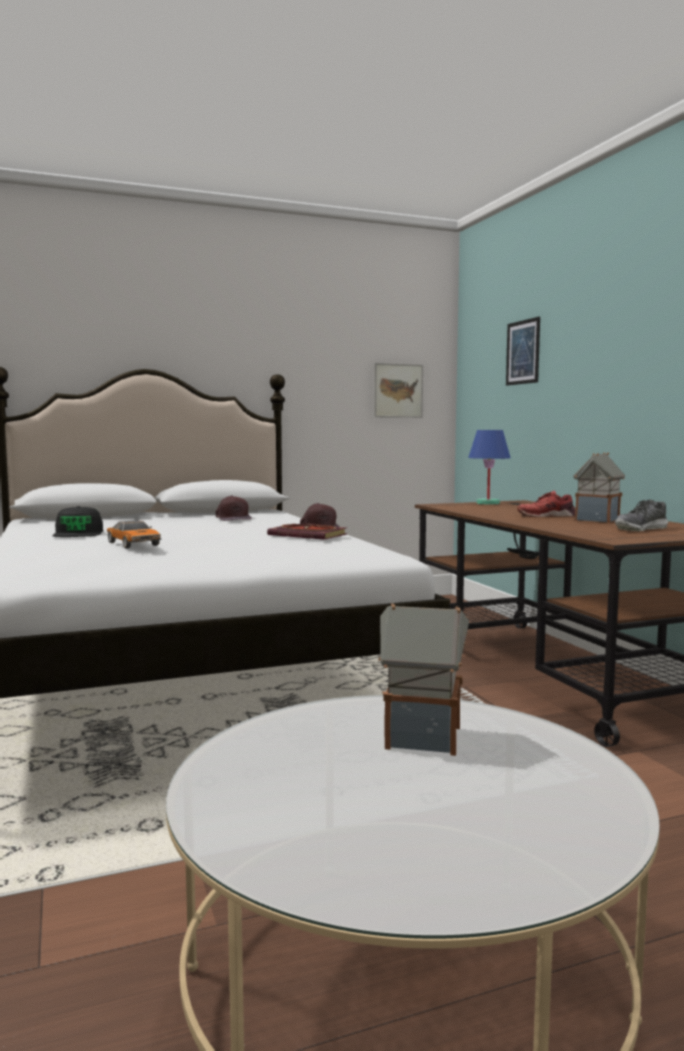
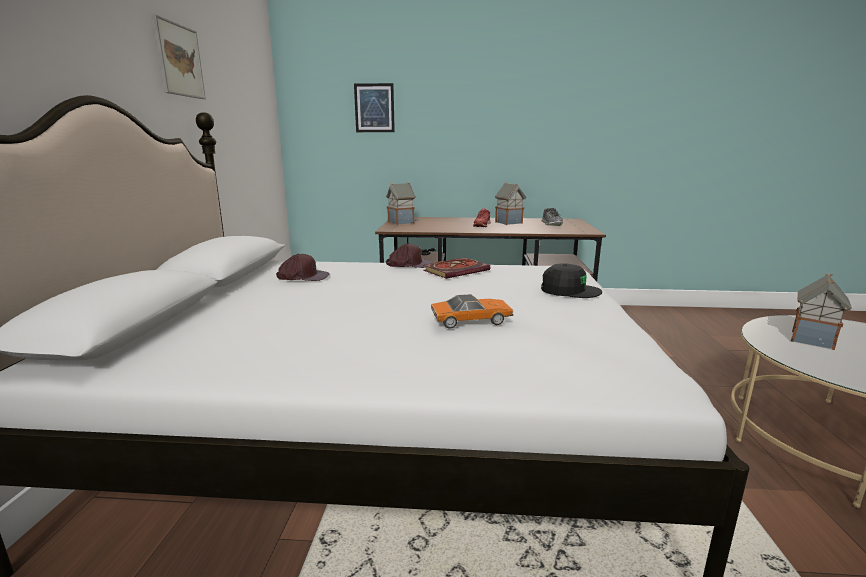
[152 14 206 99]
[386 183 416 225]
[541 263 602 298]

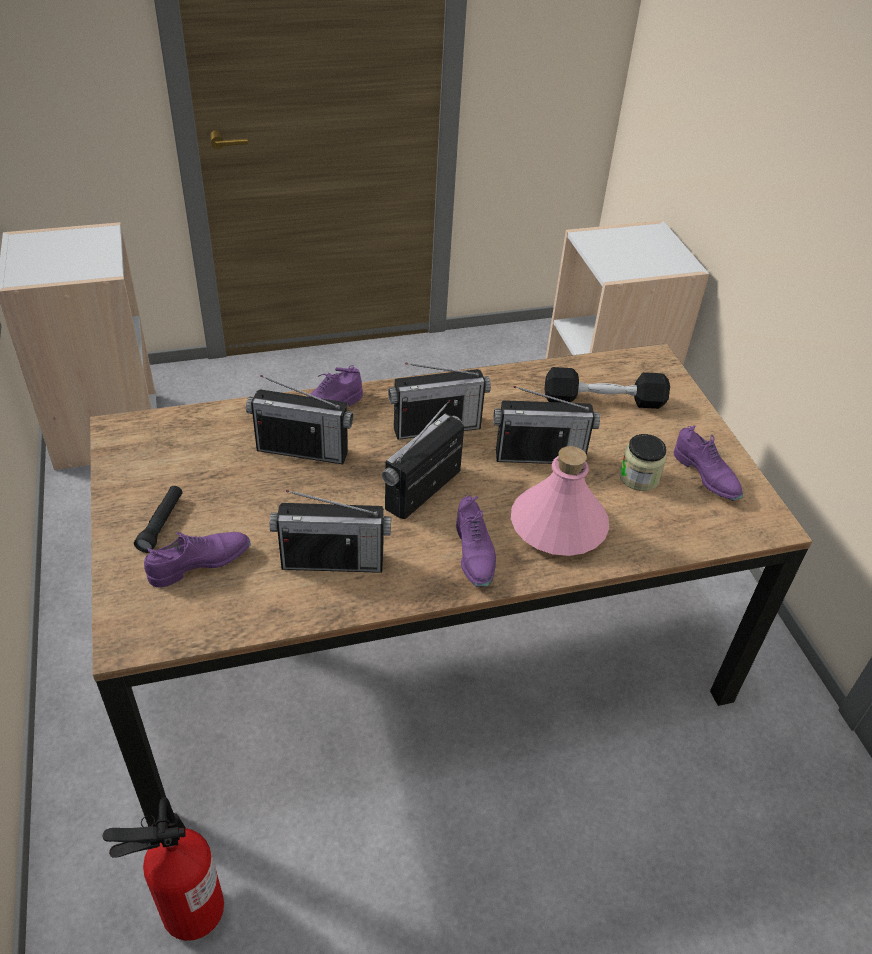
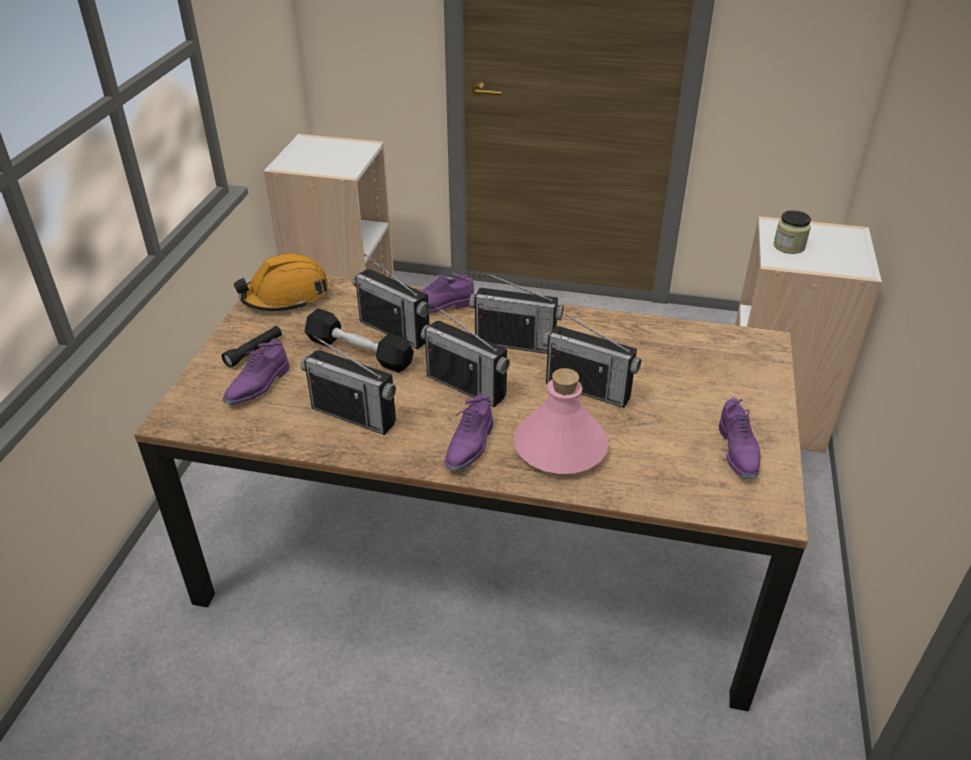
[305 308 414 373]
[421 306 510 407]
[773 210 811 254]
[223 338 290 405]
[103 797 224 941] (first image)
[234 254 329 311]

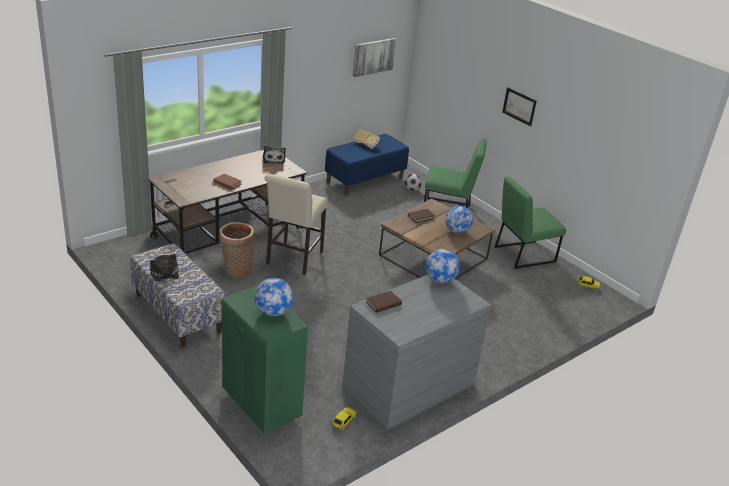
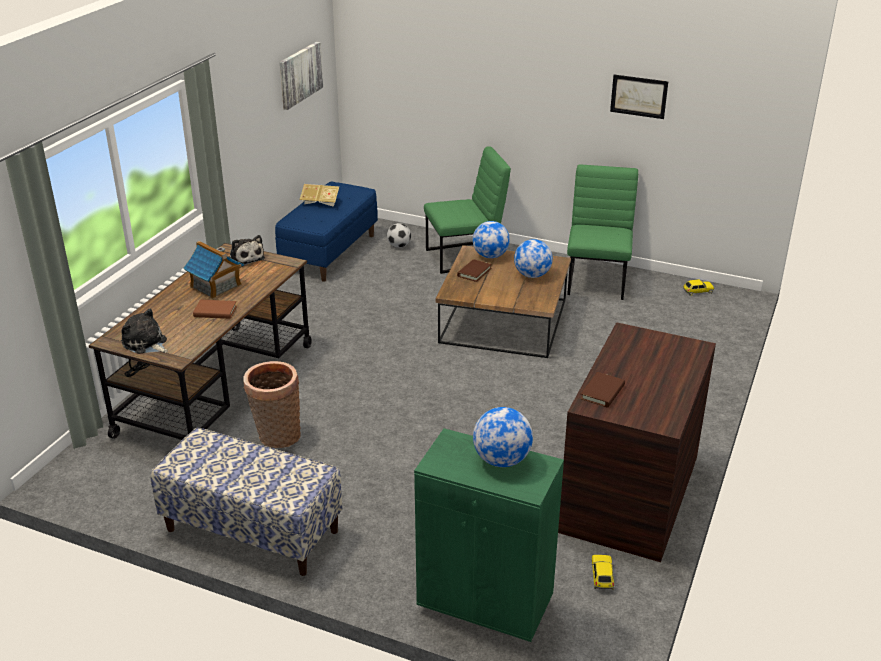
[610 75 668 119]
[265 174 328 275] (first image)
[567 165 638 300]
[473 221 510 258]
[121 308 168 354]
[558 322 716 562]
[183 241 244 299]

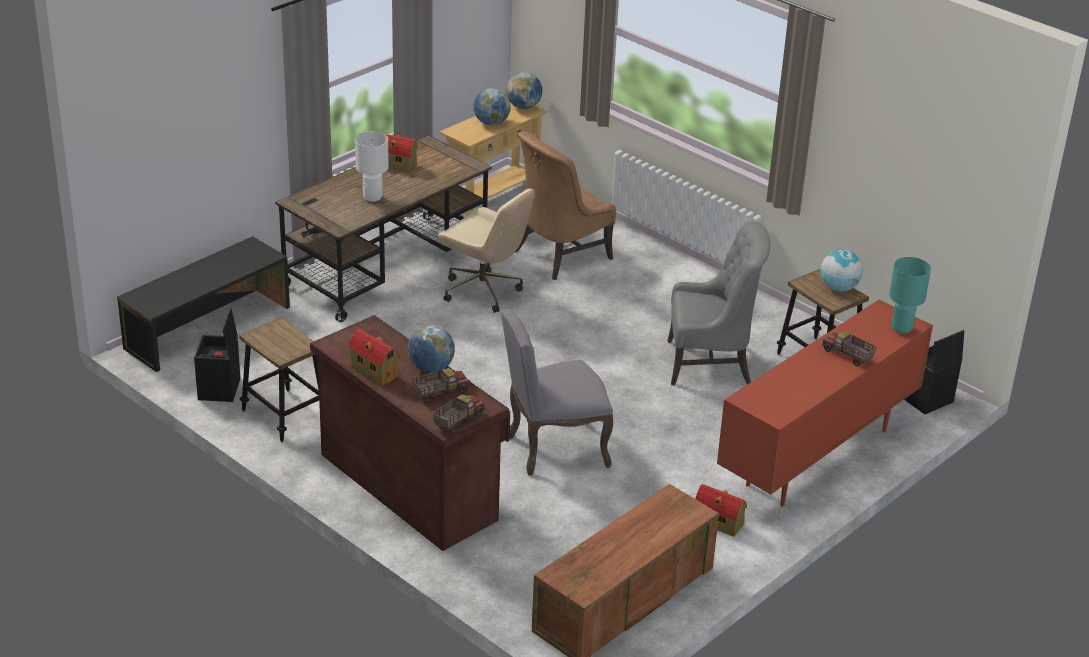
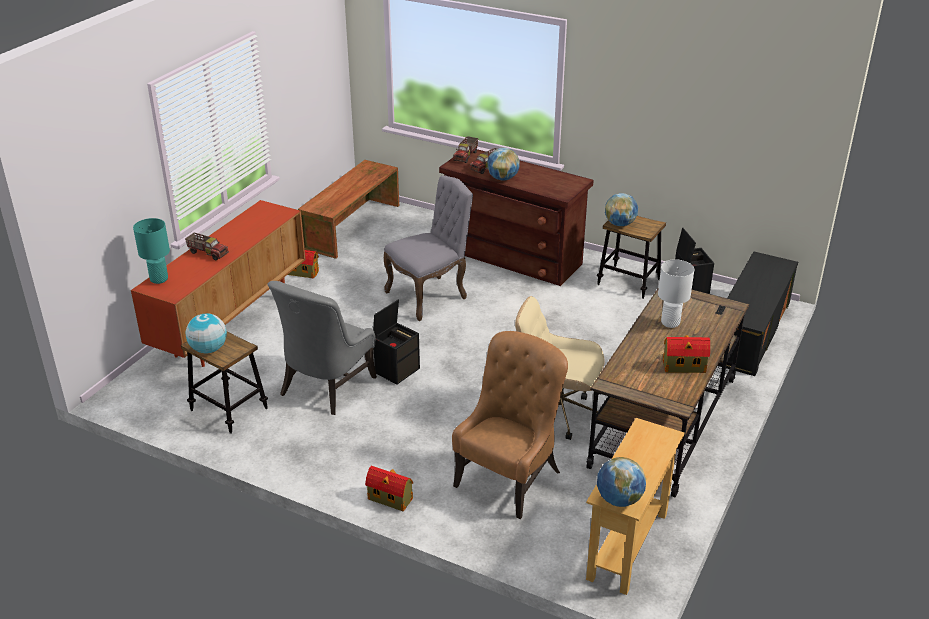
[605 193 638 226]
[267 281 377 415]
[365 466 413 511]
[373 299 420 384]

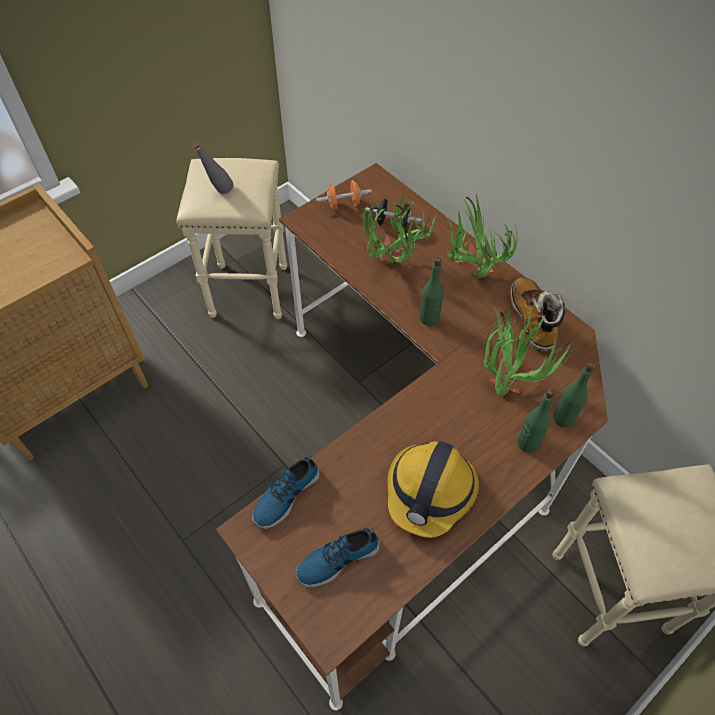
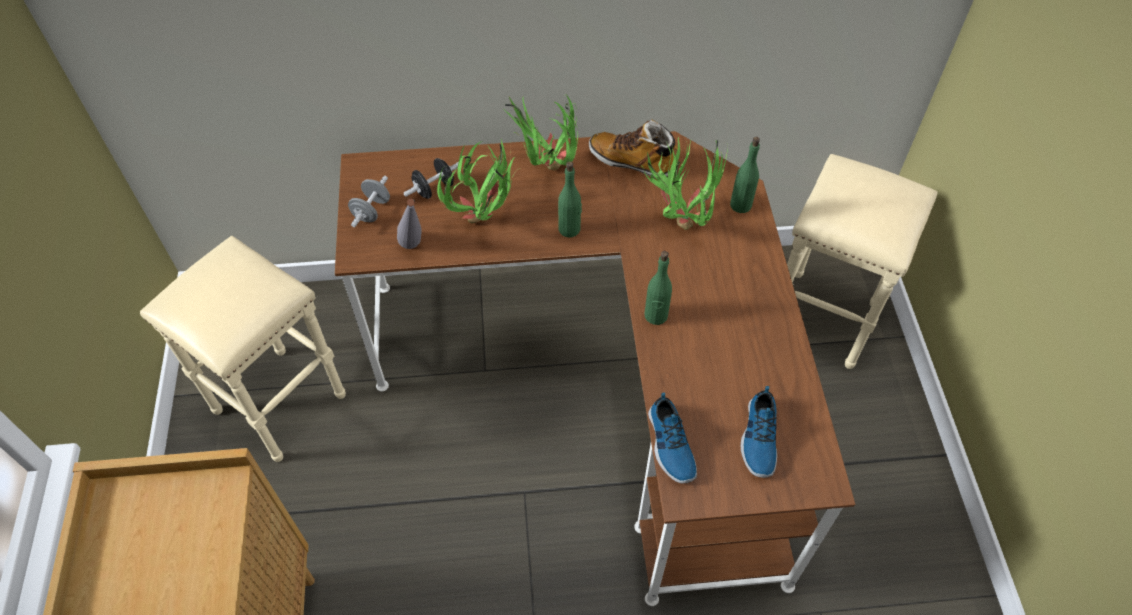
[397 199 422 249]
[348 176 390 227]
[645 251 672 325]
[387 441 479 538] (first image)

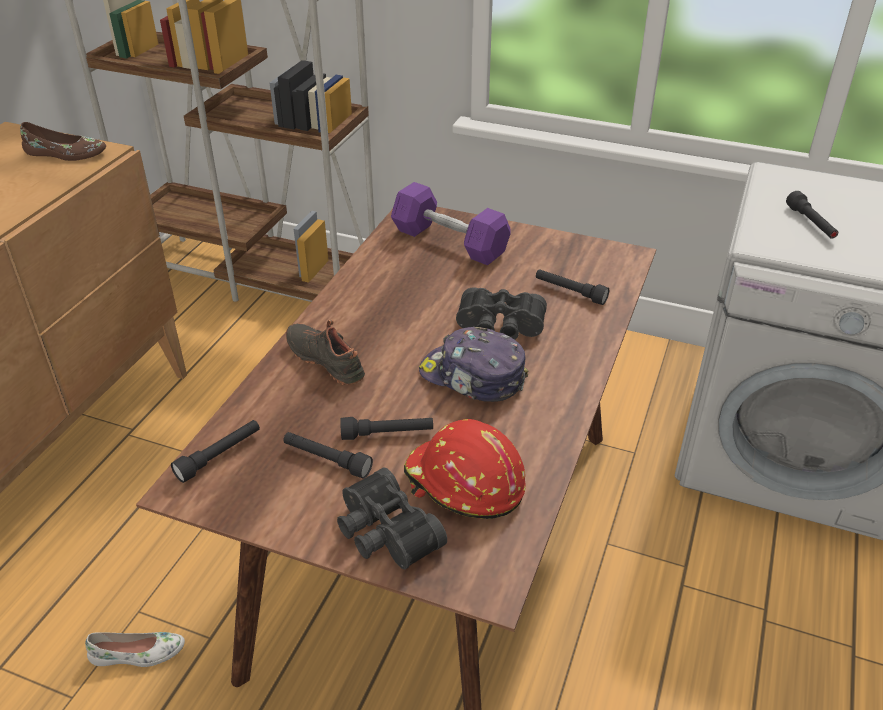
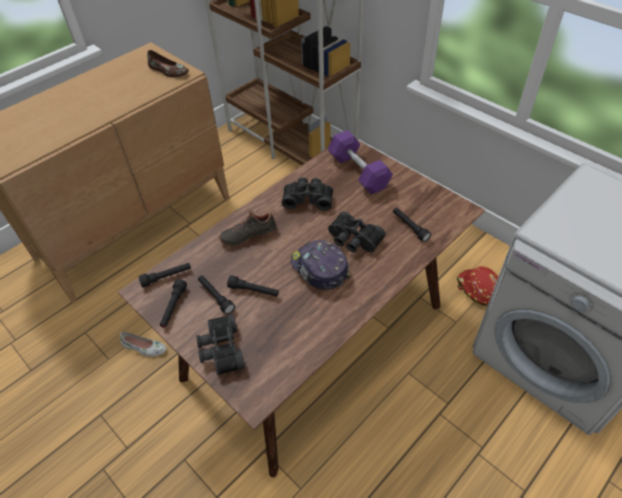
[160 279 187 328]
[219 209 277 246]
[457 266 498 306]
[282 177 333 211]

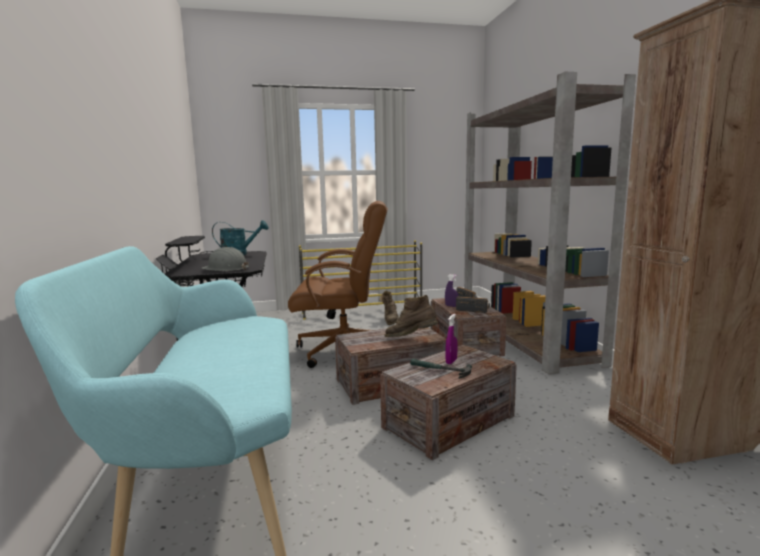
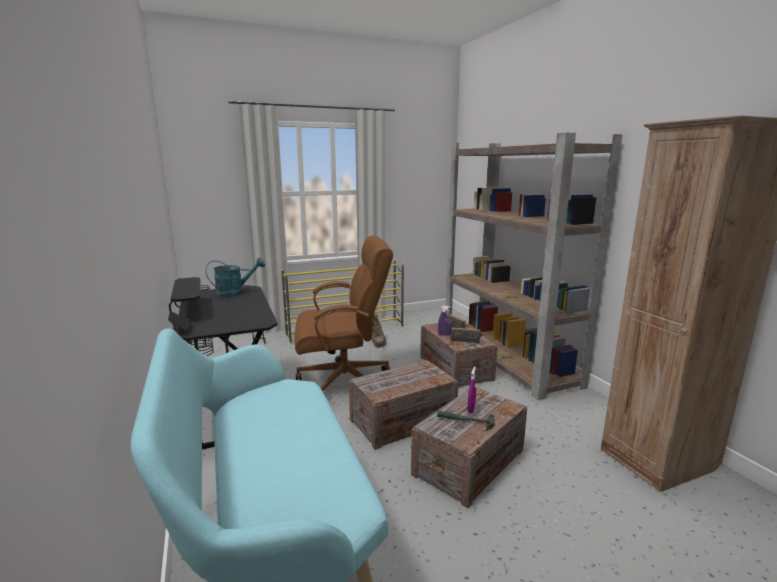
[202 247 249 271] (first image)
[385 295 438 337] (first image)

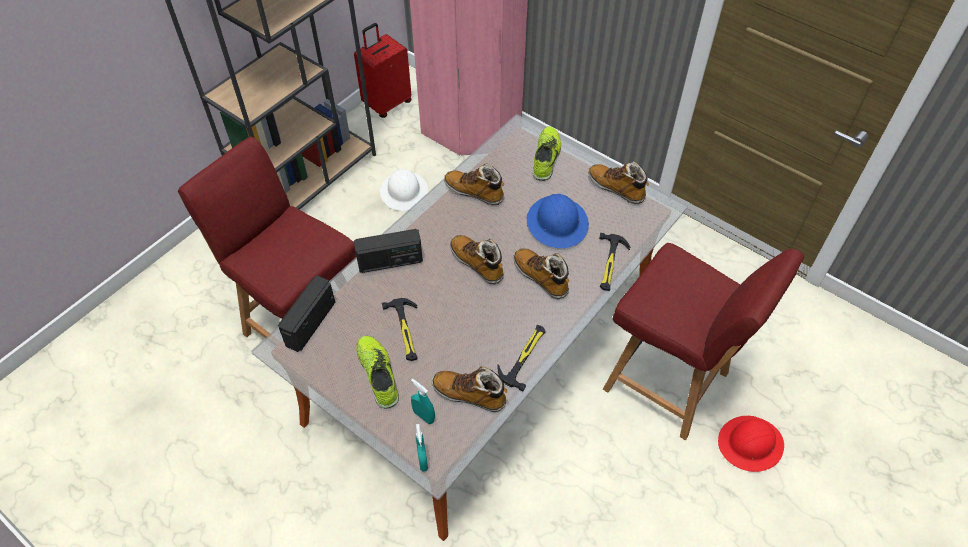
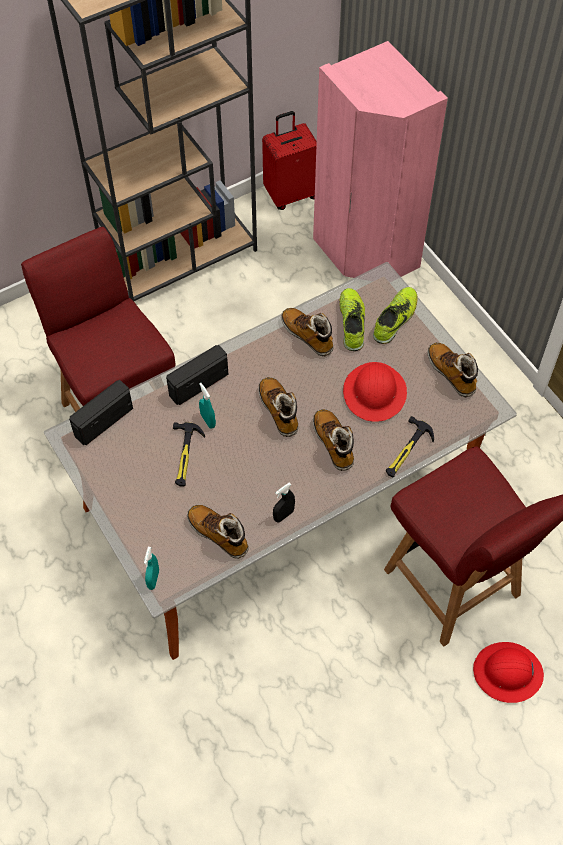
[380 169 428 211] (first image)
[343 362 407 422]
[166 345 228 405]
[273 483 295 522]
[339 288 365 351]
[199 383 216 429]

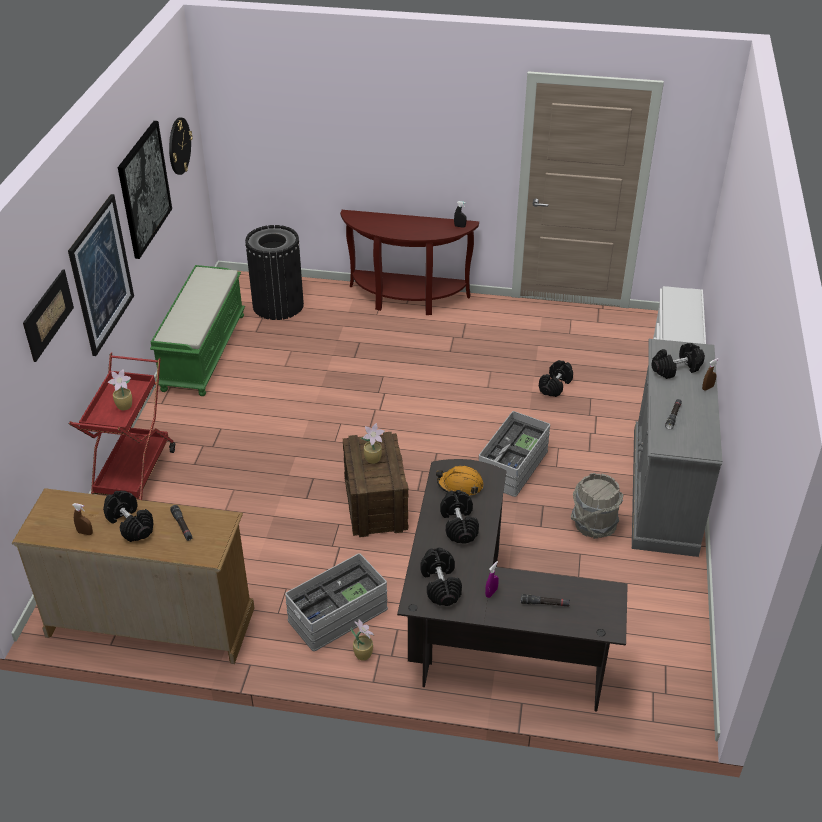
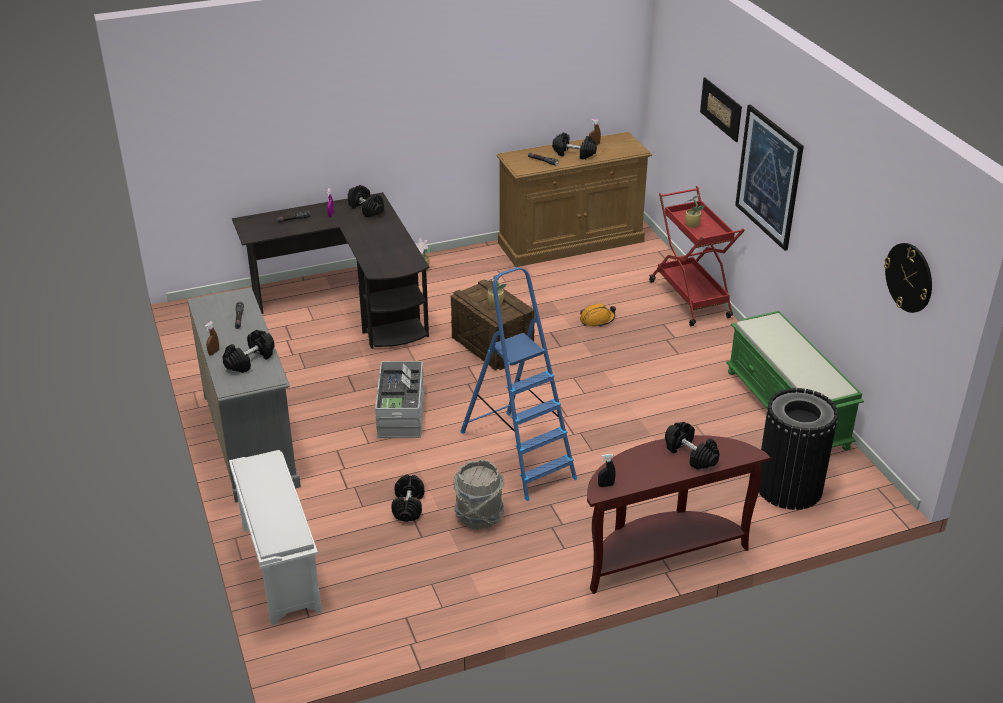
[118 121 172 259] (first image)
[580 303 616 327]
[453 459 504 529]
[665 422 720 470]
[285 553 388 651] (first image)
[460 267 577 501]

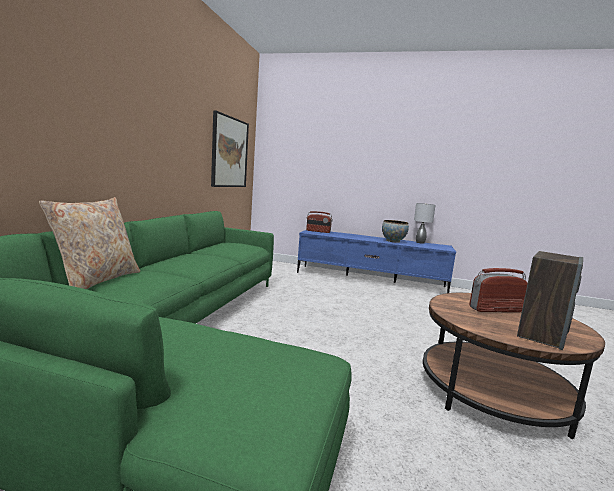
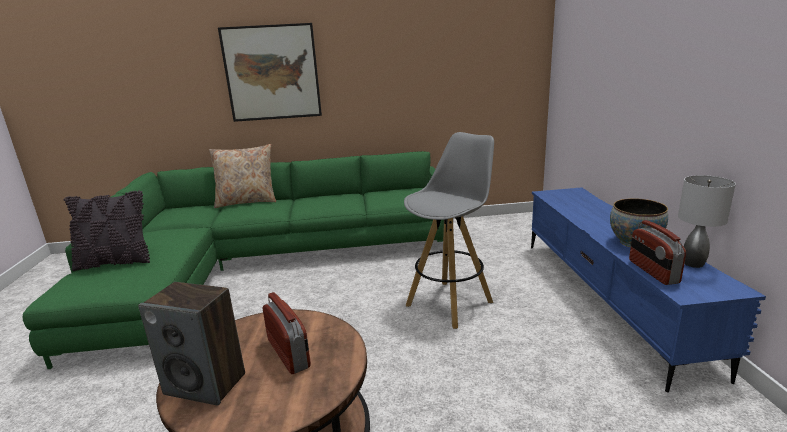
[218 23 322 122]
[629 220 686 285]
[404 132 494 329]
[63 190 150 271]

